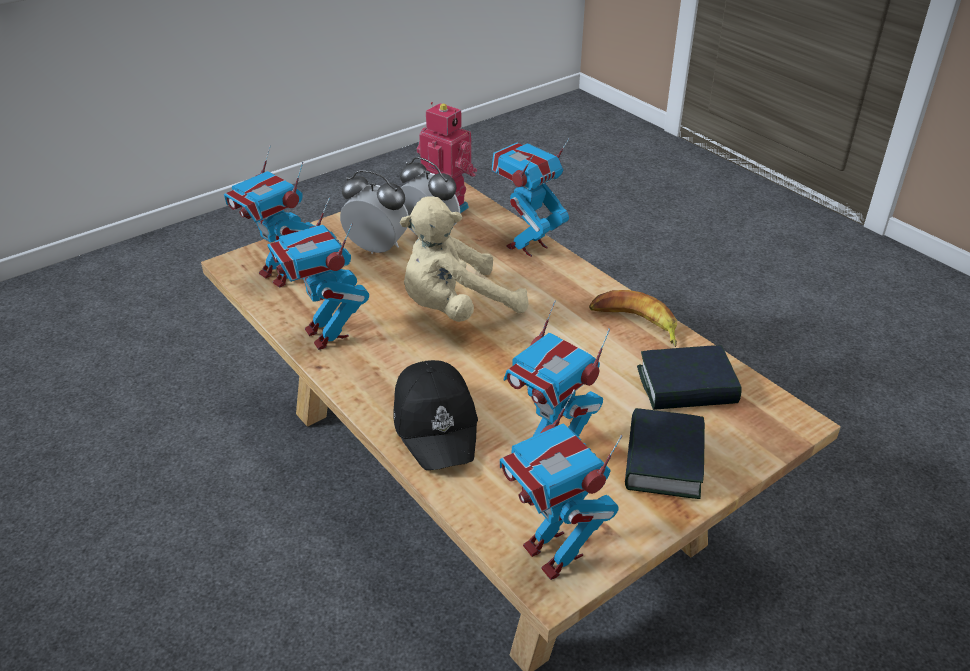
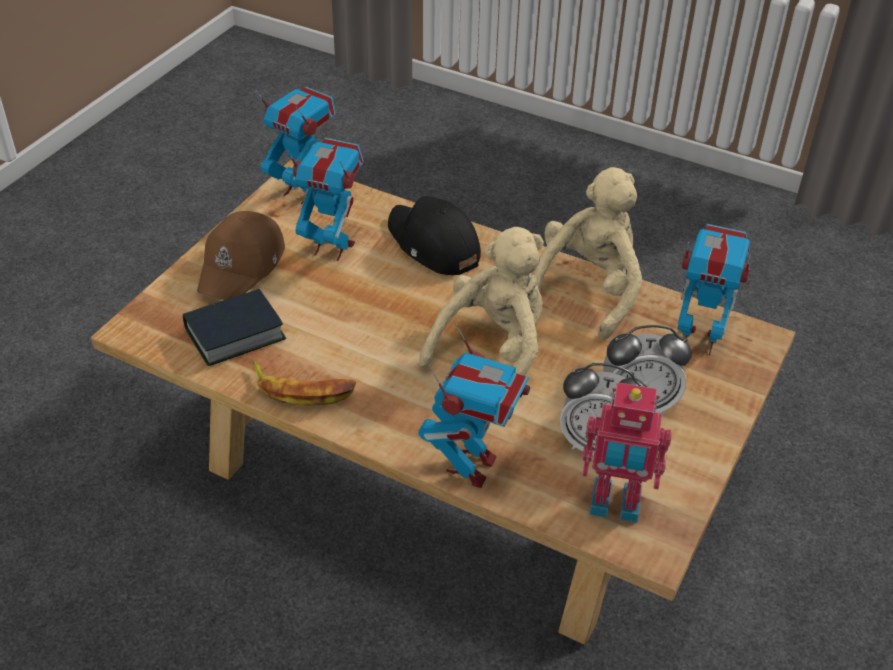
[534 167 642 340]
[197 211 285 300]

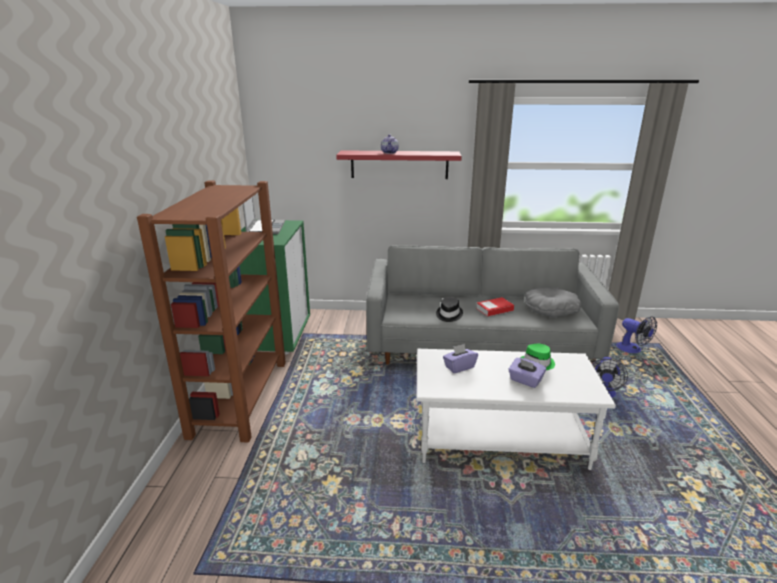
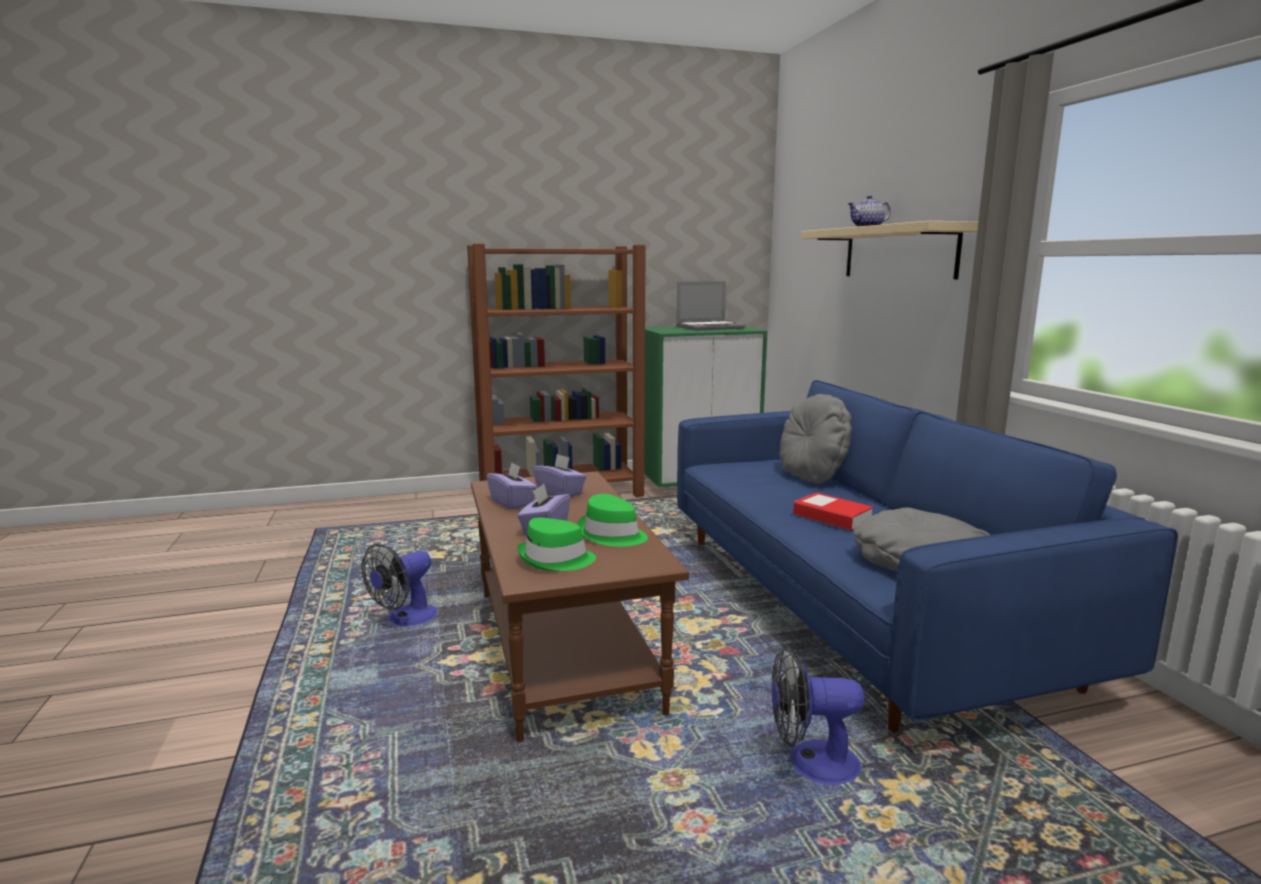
[801 221 978 279]
[677 380 1178 732]
[436 297 463 322] (first image)
[362 544 438 627]
[471 471 689 742]
[779 394 852 484]
[487 462 537 510]
[517 518 596 571]

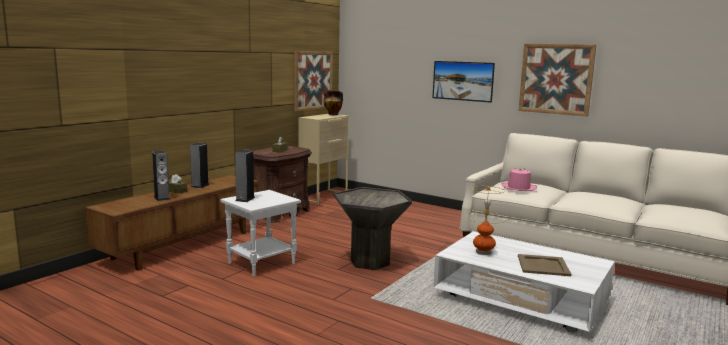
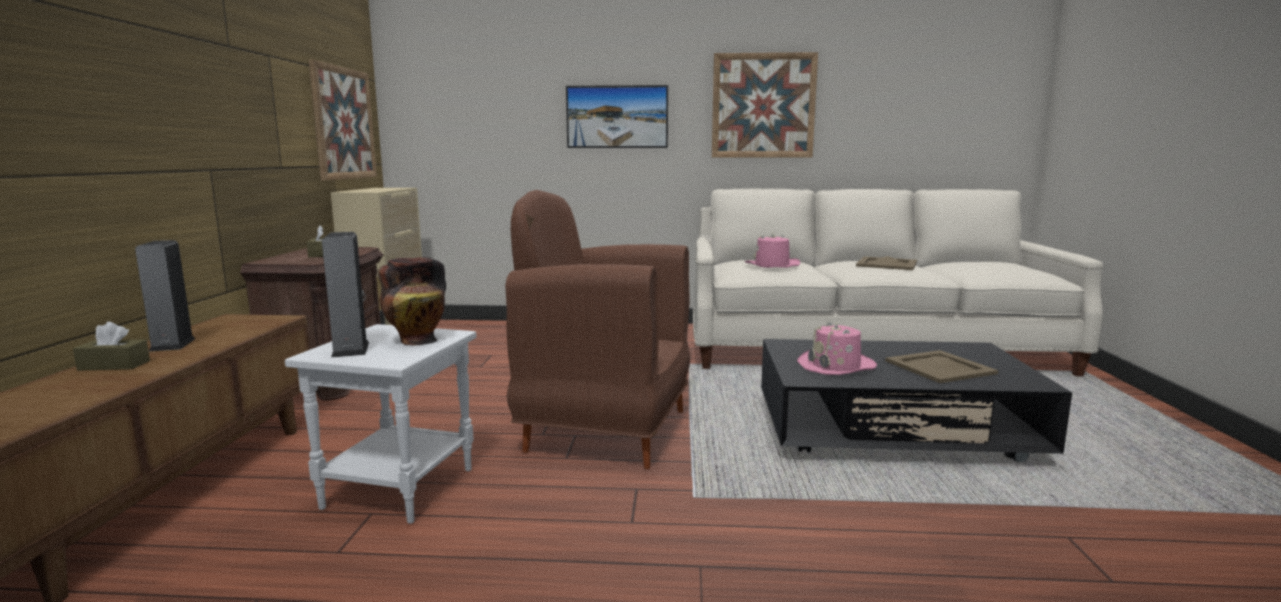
[378 257 446 346]
[152 151 171 201] (first image)
[797 321 877 375]
[505 190 691 469]
[761 339 1072 462]
[856 256 917 270]

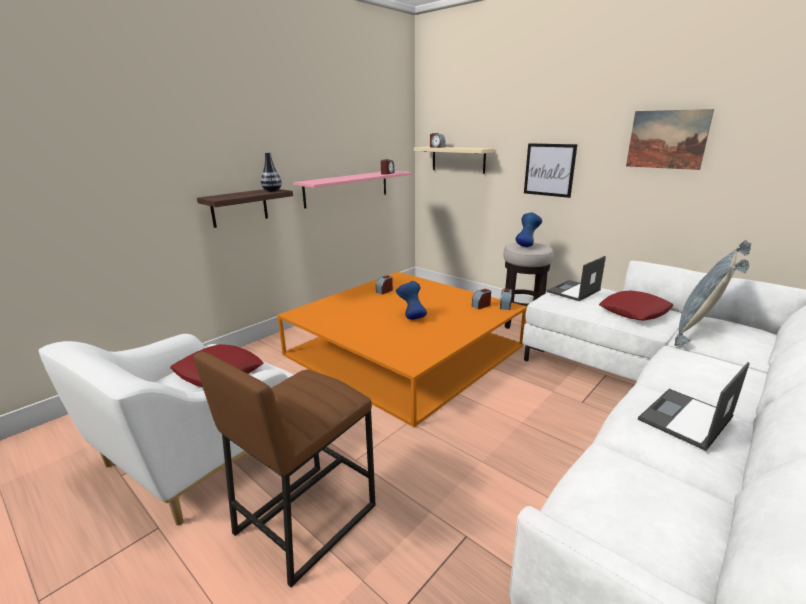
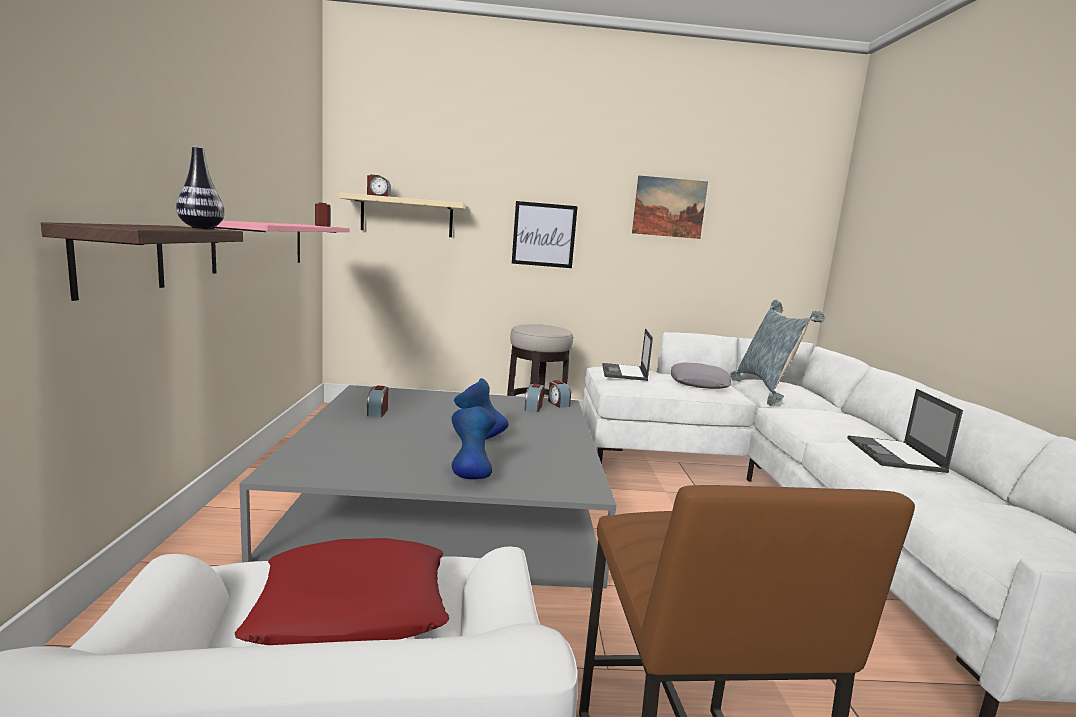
[452 406 496 479]
[239 385 617 589]
[671 362 731 389]

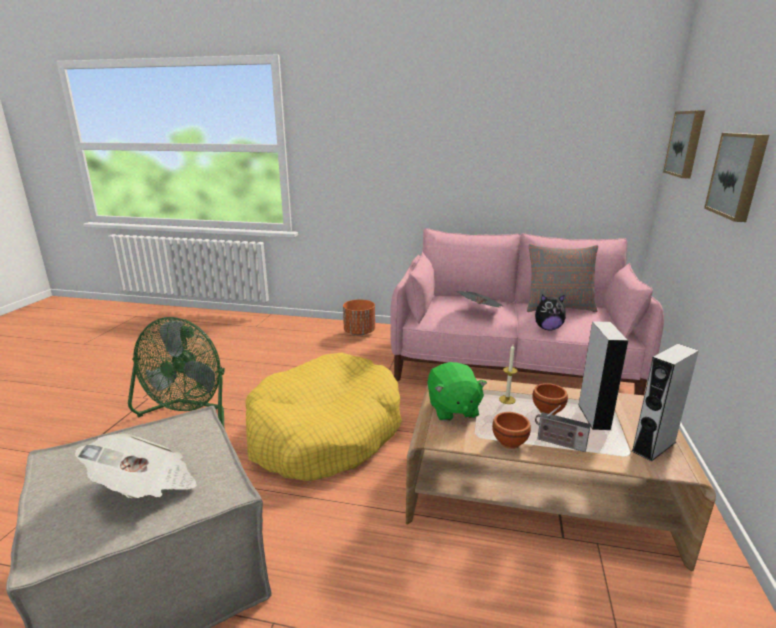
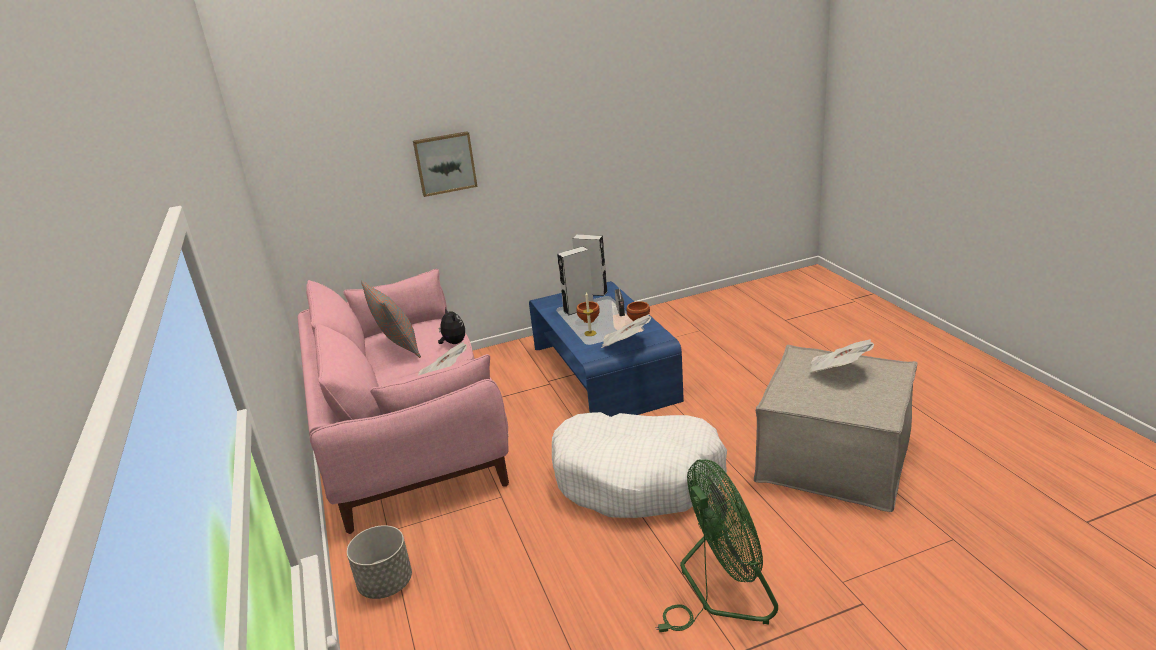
[663 110 705 178] (first image)
[347 525 412 599]
[552 412 727 518]
[601 314 651 348]
[529 281 684 417]

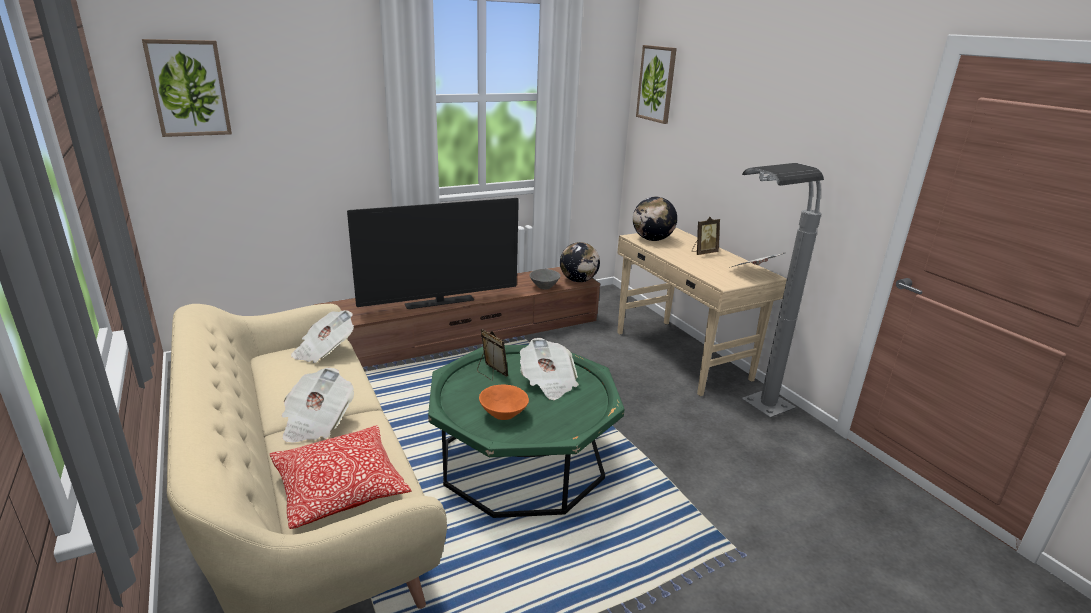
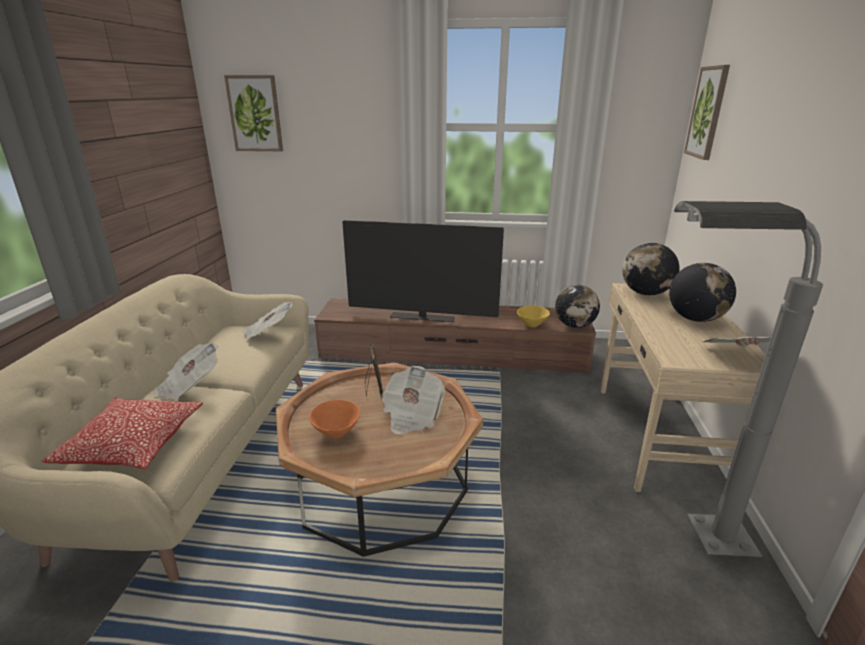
[669 263 736 322]
[517 306 550 327]
[276 363 483 557]

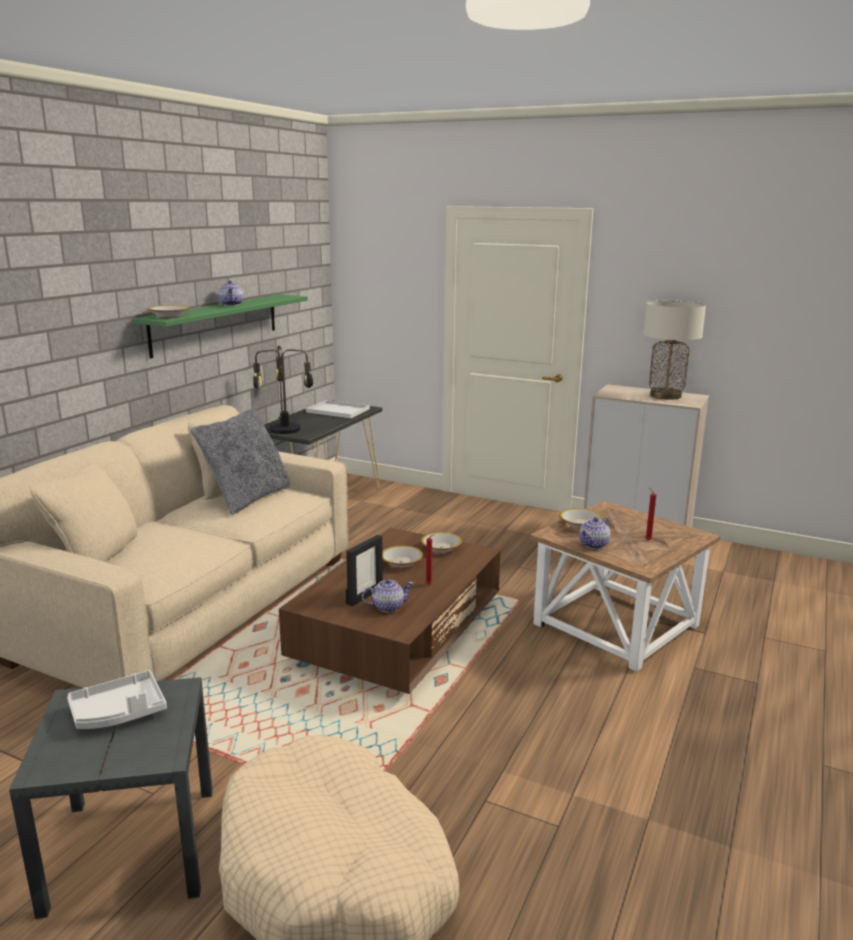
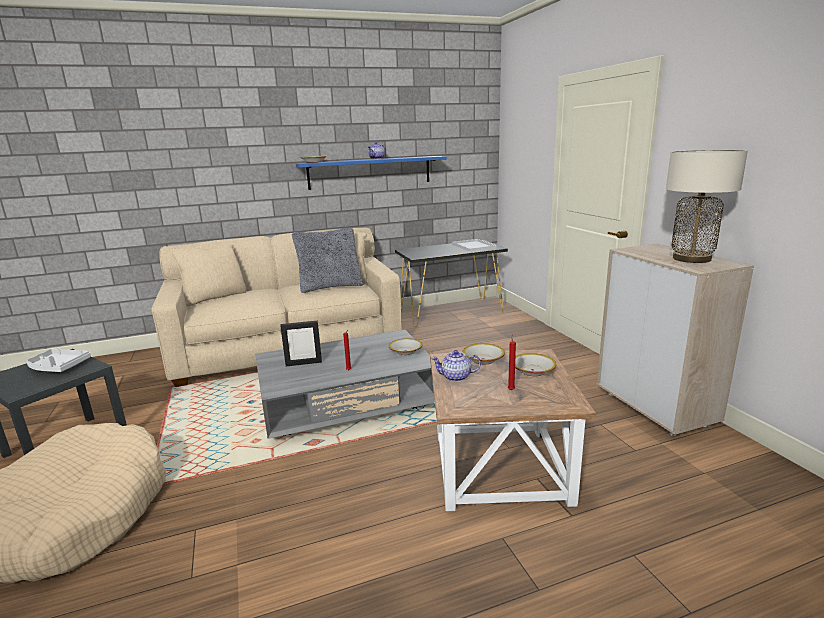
[296 156 446 190]
[253 345 313 434] (first image)
[255 329 435 439]
[515 353 556 376]
[362 579 414 612] (first image)

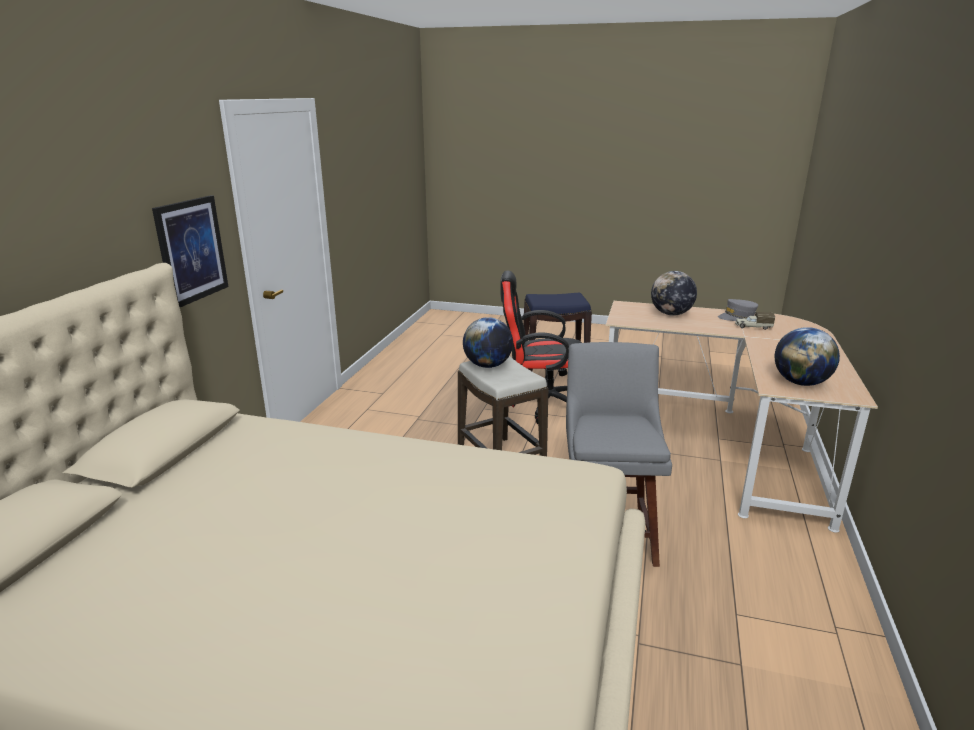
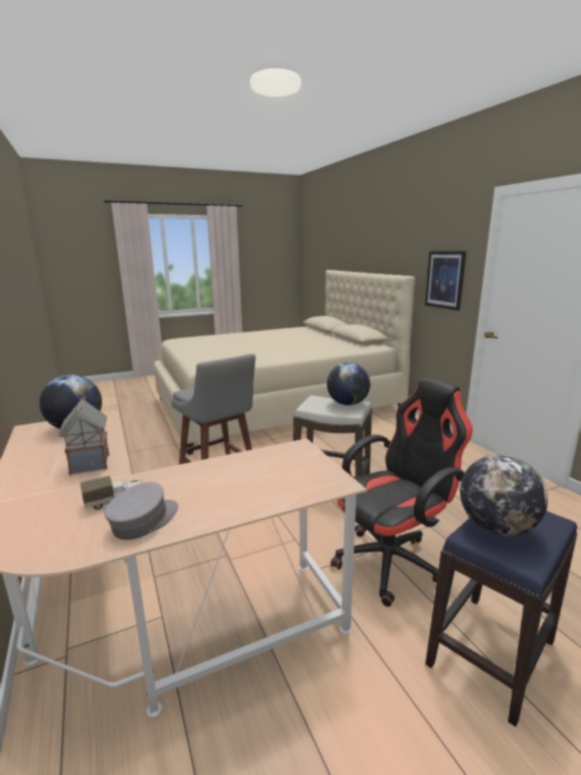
[460 455 548 536]
[58 397 109 475]

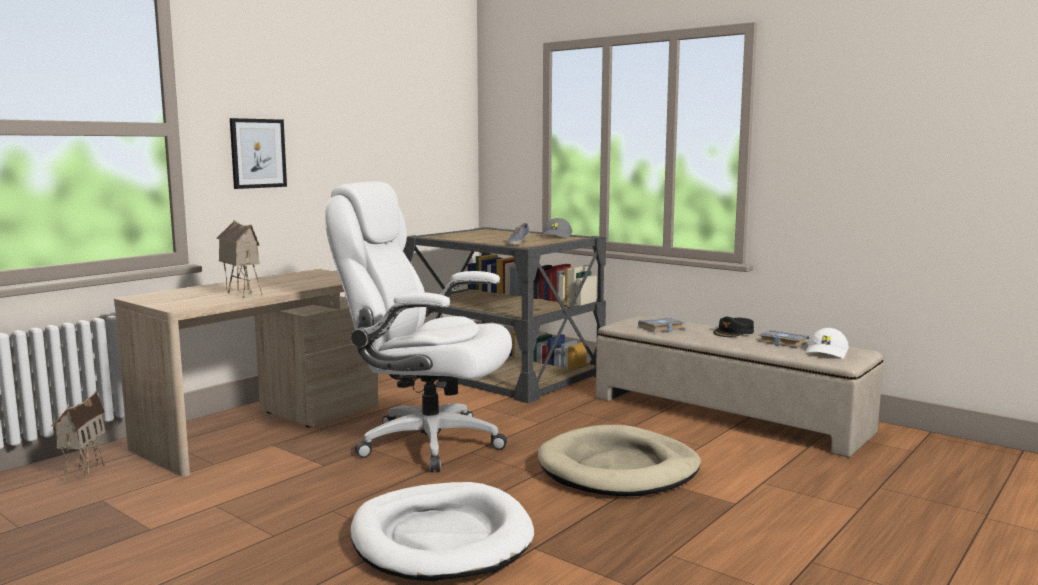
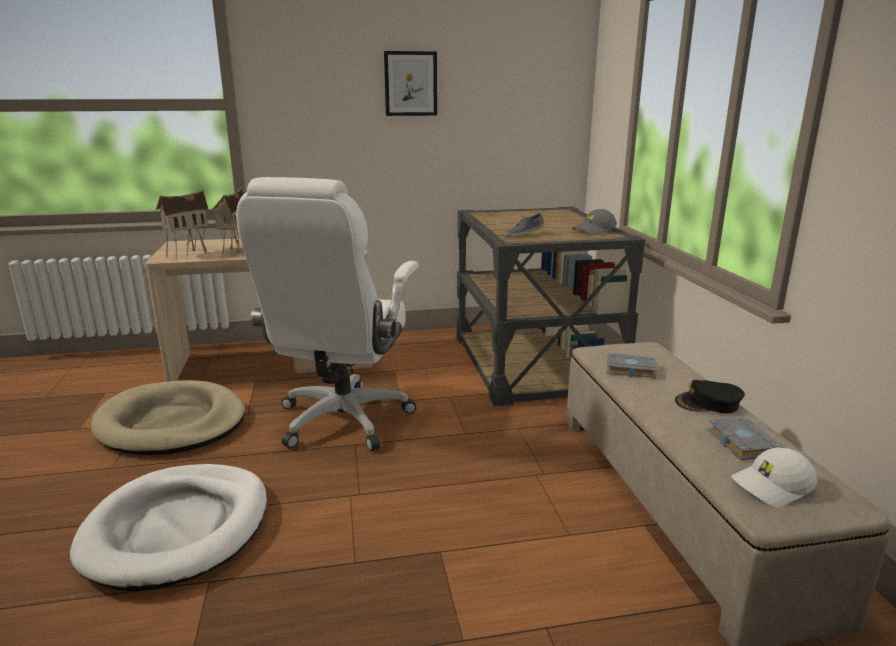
[384 51 437 116]
[236 177 419 451]
[156 190 209 258]
[91 380 245 455]

